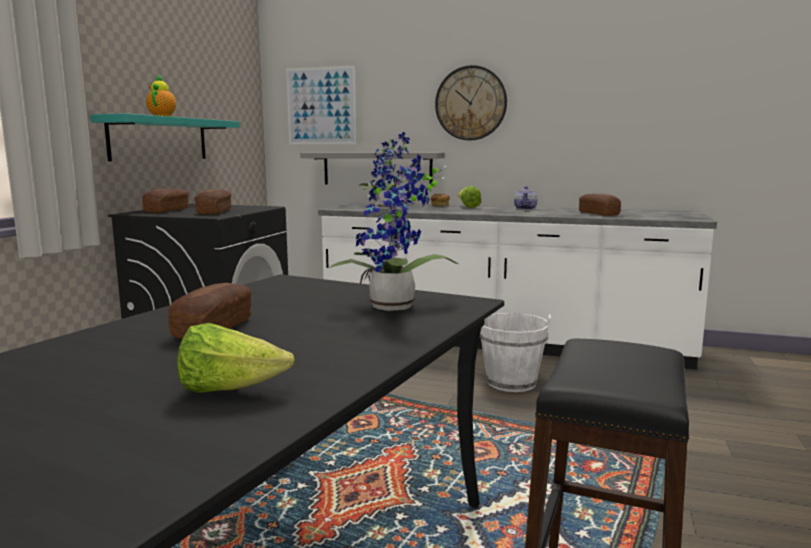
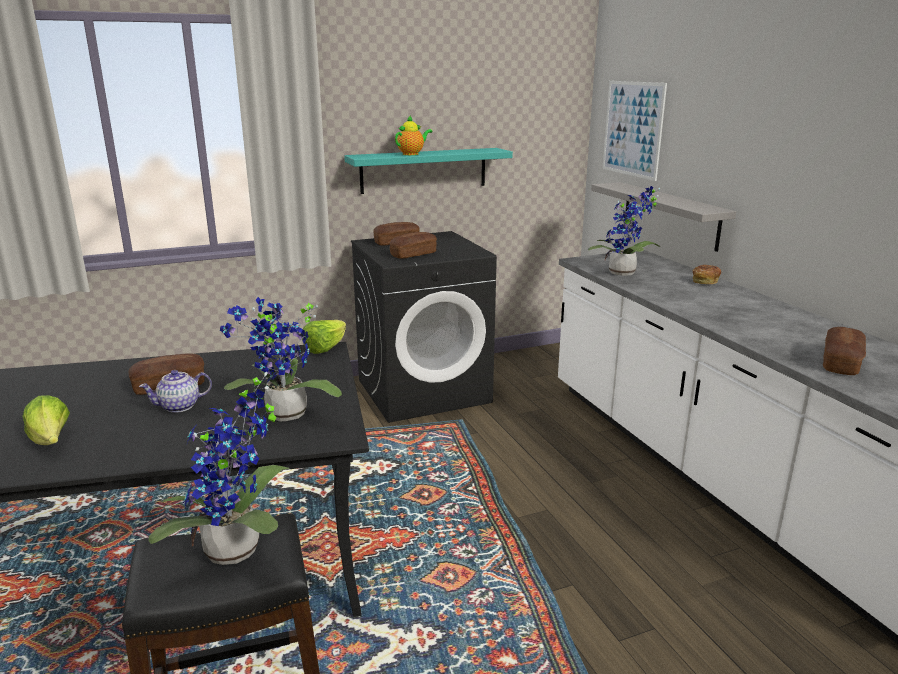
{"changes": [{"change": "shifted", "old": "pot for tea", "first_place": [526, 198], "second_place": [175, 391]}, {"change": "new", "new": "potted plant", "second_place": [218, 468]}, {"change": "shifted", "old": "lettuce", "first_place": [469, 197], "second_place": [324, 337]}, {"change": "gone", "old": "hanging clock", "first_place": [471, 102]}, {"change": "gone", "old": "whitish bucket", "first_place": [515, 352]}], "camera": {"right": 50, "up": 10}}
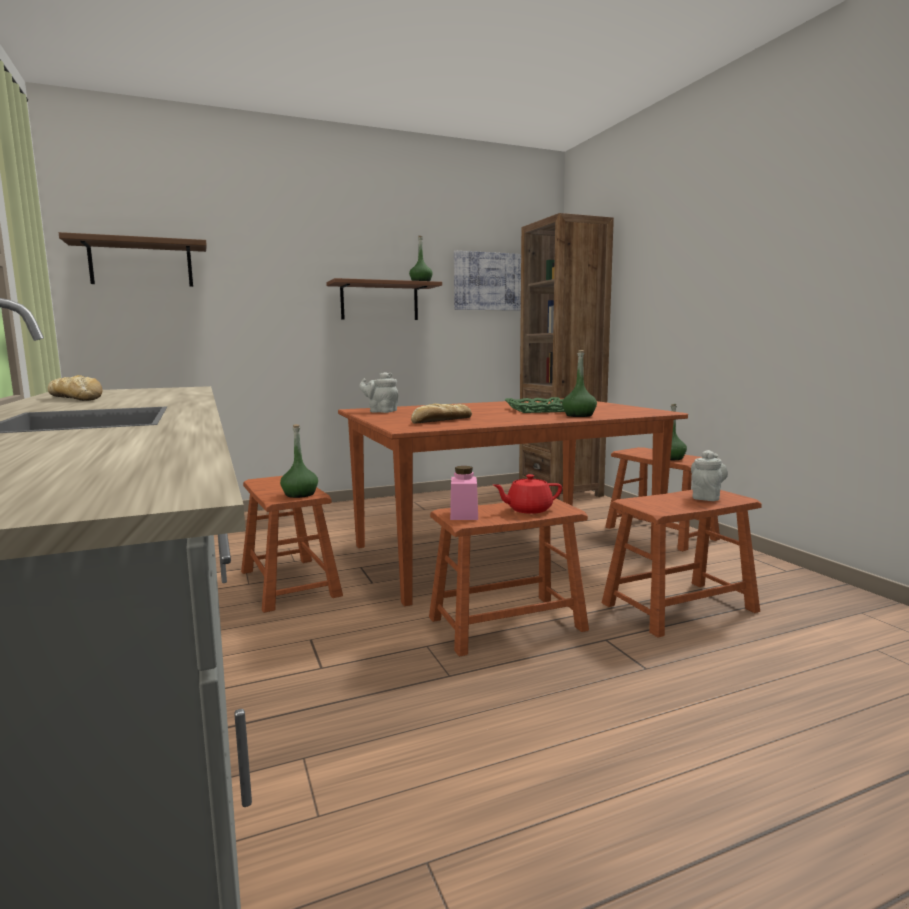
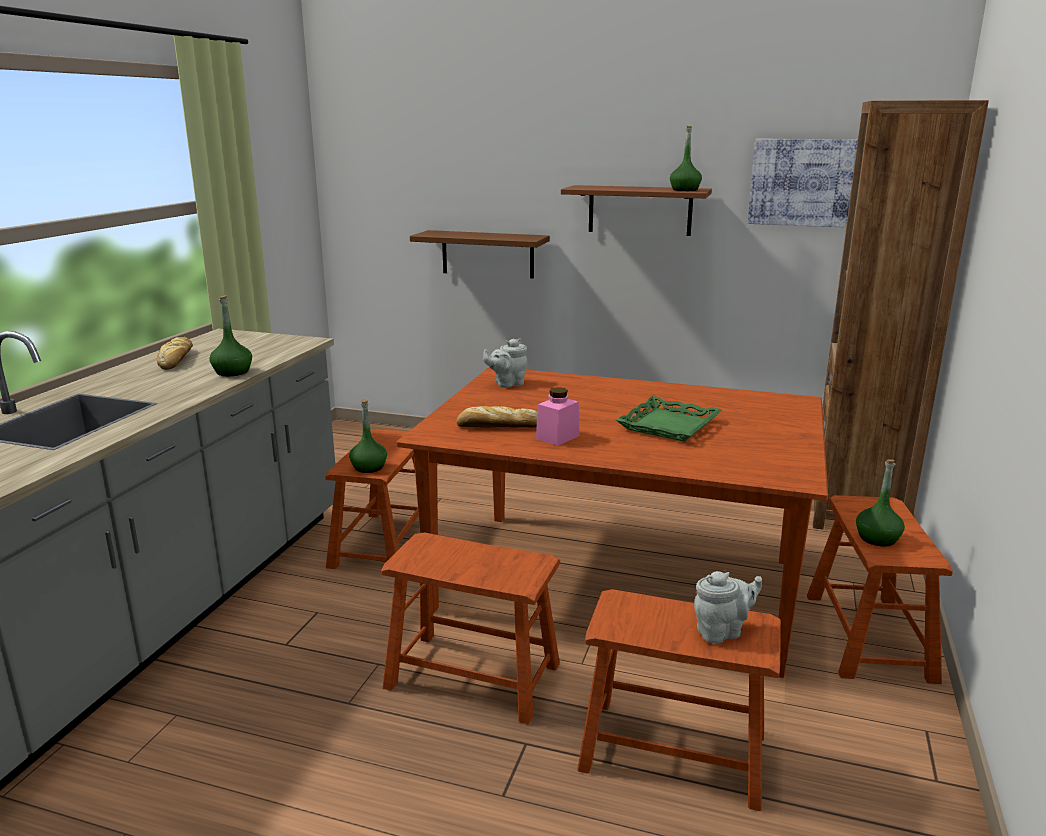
{"changes": [{"change": "shifted", "old": "green drink bottle", "first_place": [579, 383], "second_place": [230, 335]}, {"change": "shifted", "old": "brown-coloured wall shelf", "first_place": [133, 259], "second_place": [480, 254]}, {"change": "rotated", "old": "greyish pot for tea", "first_place": [378, 392], "second_place": [505, 363], "degrees": -90}, {"change": "shifted", "old": "pink-coloured preserve jar", "first_place": [464, 493], "second_place": [558, 416]}, {"change": "gone", "old": "red pot for tea", "first_place": [527, 494]}], "camera": {"right": 40, "up": 10}}
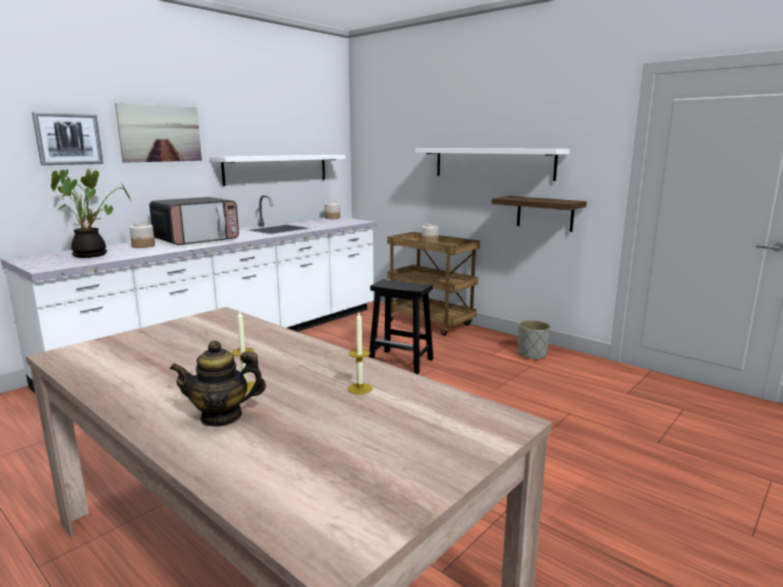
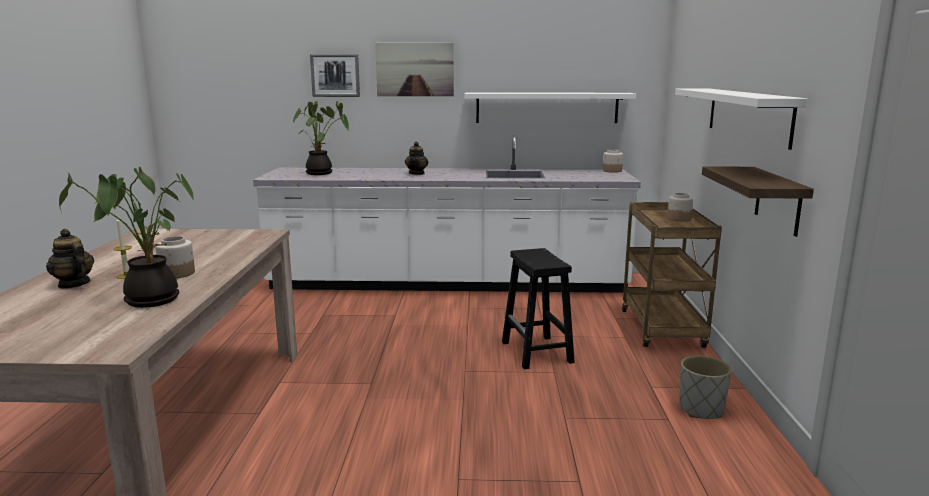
{"changes": [{"change": "swapped", "old": "wax light", "new": "potted plant", "first_place": [360, 353], "second_place": [126, 237]}, {"change": "shifted", "old": "preserve jar", "first_place": [142, 235], "second_place": [175, 257]}, {"change": "swapped", "old": "microwave", "new": "pot for tea", "first_place": [194, 221], "second_place": [416, 158]}], "camera": {"right": 50, "up": 0}}
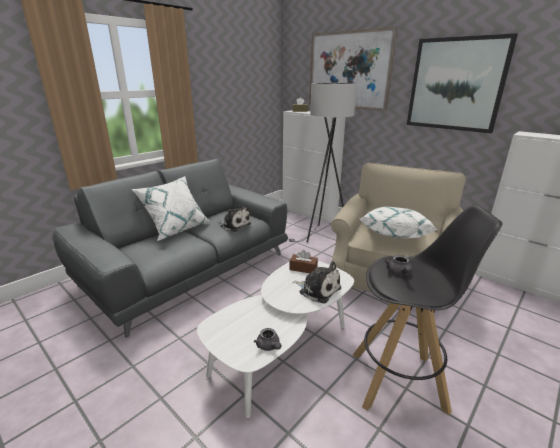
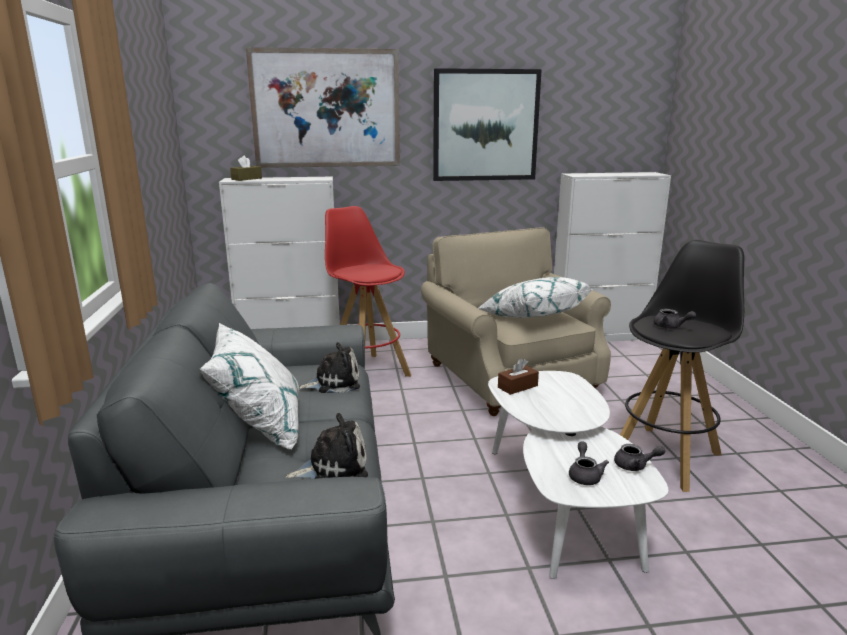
{"changes": [{"change": "shifted", "old": "cuddly toy", "first_place": [317, 282], "second_place": [327, 446]}, {"change": "swapped", "old": "greyish standard lamp", "new": "red sitting stool", "first_place": [323, 162], "second_place": [368, 291]}, {"change": "new", "new": "greyish pot for tea", "second_place": [589, 463]}], "camera": {"right": -50, "up": -5}}
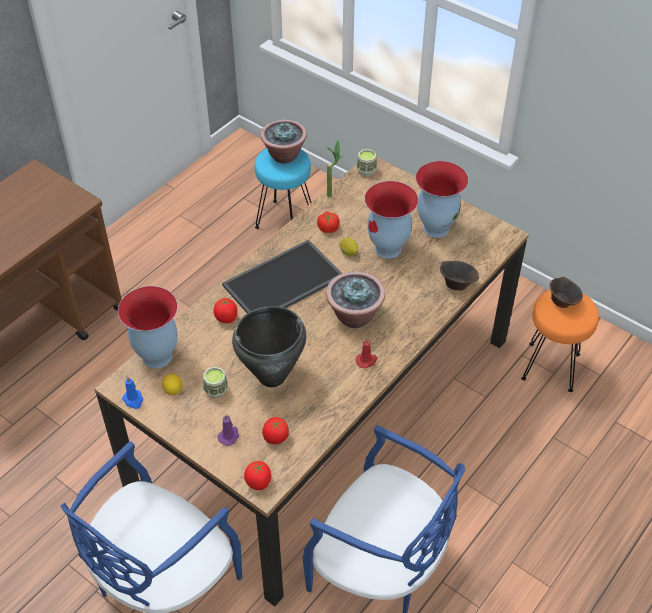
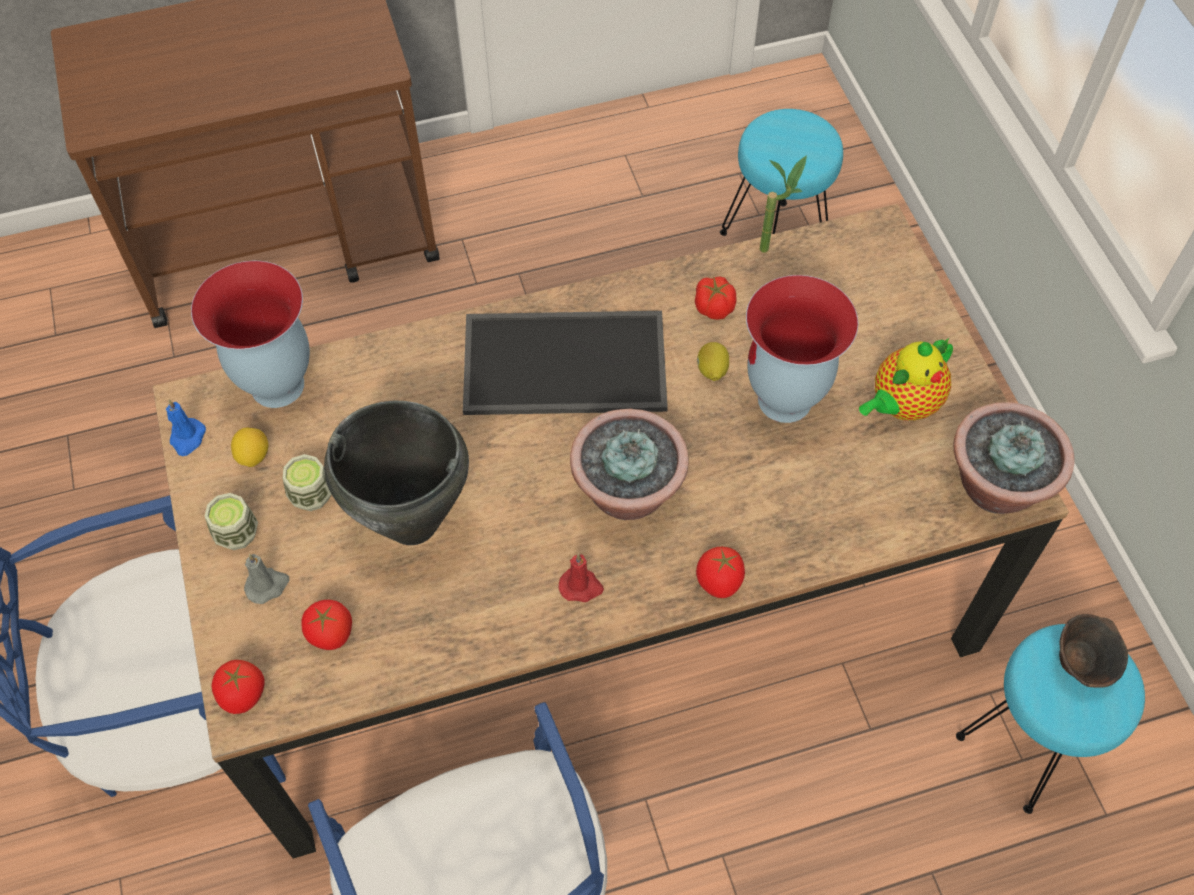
{"changes": [{"change": "shifted", "old": "drinking cup", "first_place": [367, 162], "second_place": [231, 521]}, {"change": "repainted", "old": "purplish wax light", "new": "greyish wax light", "first_place": [228, 430], "second_place": [266, 579]}, {"change": "shifted", "old": "fresh tomato", "first_place": [225, 310], "second_place": [720, 572]}, {"change": "swapped", "old": "flower vase", "new": "pot for tea", "first_place": [442, 199], "second_place": [906, 379]}, {"change": "shifted", "old": "potted plant", "first_place": [283, 142], "second_place": [1014, 458]}, {"change": "repainted", "old": "orangey sitting stool", "new": "turquoise sitting stool", "first_place": [560, 341], "second_place": [1050, 719]}, {"change": "gone", "old": "brown-coloured deep dish", "first_place": [459, 276]}], "camera": {"right": 35, "up": 10}}
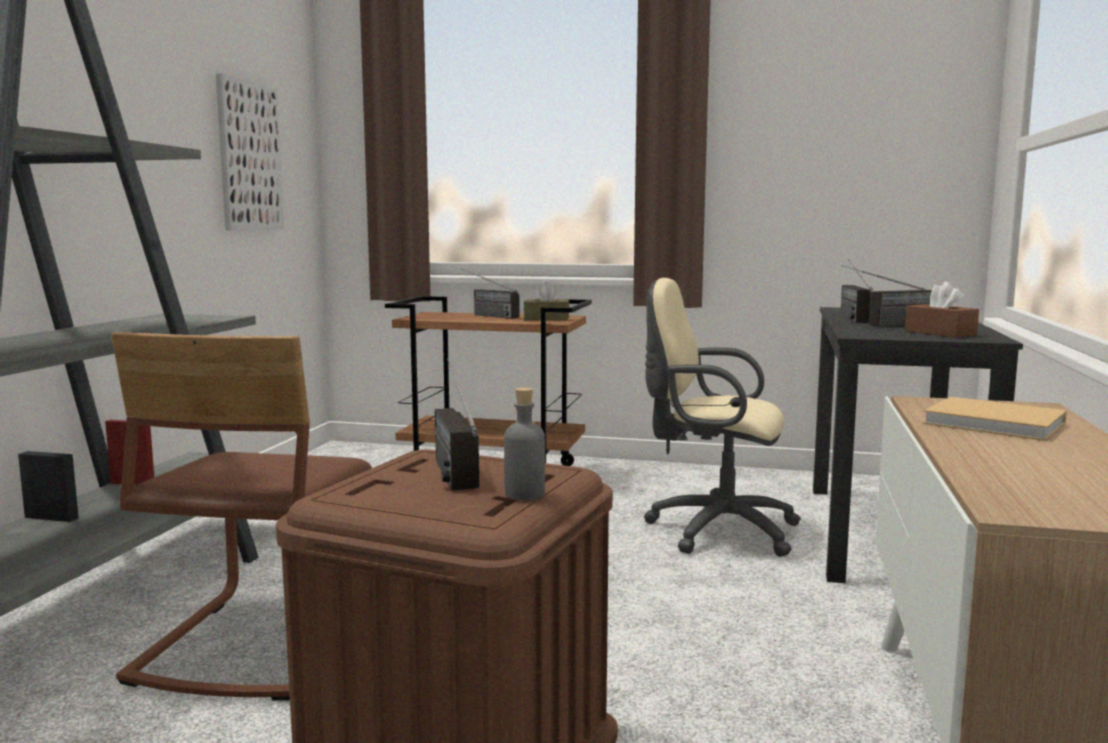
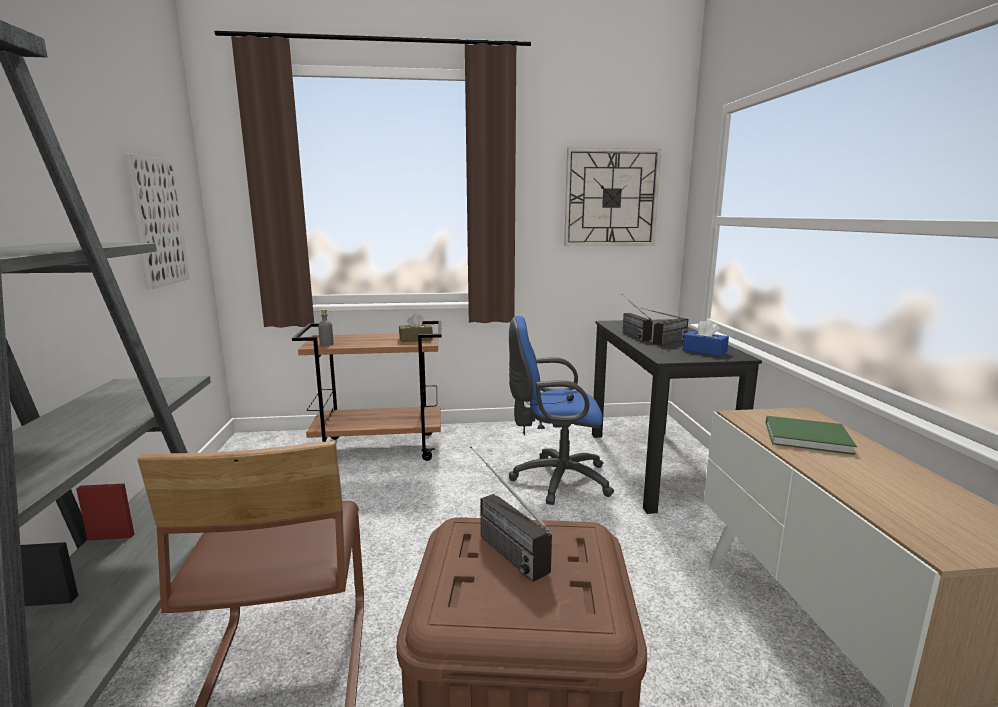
{"changes": [{"change": "shifted", "old": "greyish drink bottle", "first_place": [524, 443], "second_place": [326, 327]}, {"change": "repainted", "old": "sand-coloured desk chair", "new": "blue-coloured desk chair", "first_place": [722, 417], "second_place": [561, 410]}, {"change": "new", "new": "hanging clock", "second_place": [612, 197]}, {"change": "repainted", "old": "brown-coloured box of tissues", "new": "blue-coloured box of tissues", "first_place": [942, 310], "second_place": [706, 337]}, {"change": "repainted", "old": "sand-coloured book", "new": "green book", "first_place": [995, 419], "second_place": [811, 435]}, {"change": "gone", "old": "radio", "first_place": [491, 294]}], "camera": {"right": -20, "up": 5}}
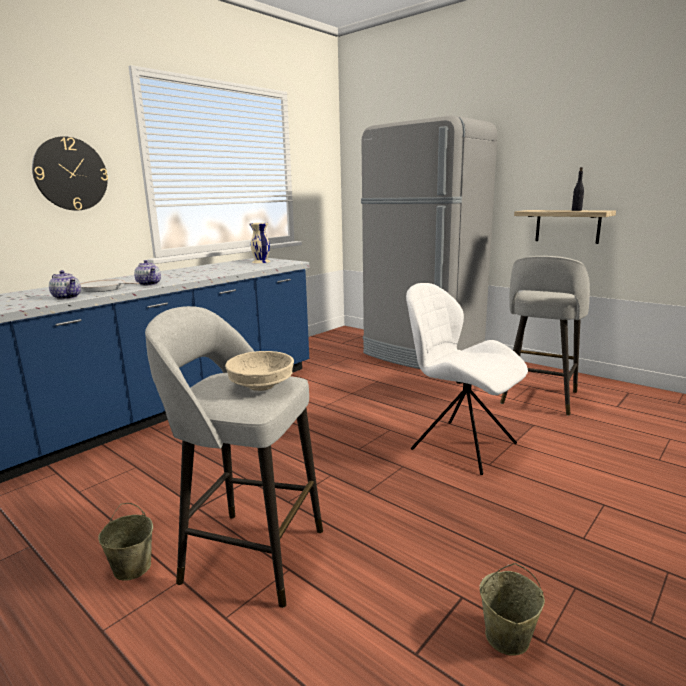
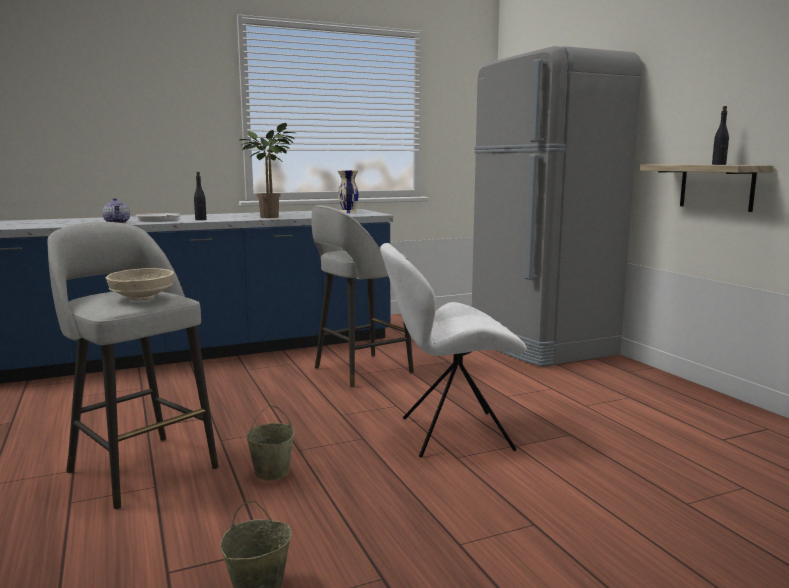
{"changes": [{"change": "swapped", "old": "pot for tea", "new": "black-coloured drink bottle", "first_place": [147, 273], "second_place": [200, 196]}, {"change": "new", "new": "potted plant", "second_place": [267, 170]}, {"change": "shifted", "old": "sand-coloured bucket", "first_place": [125, 542], "second_place": [270, 442]}, {"change": "shifted", "old": "greyish sitting stool", "first_place": [545, 336], "second_place": [362, 296]}, {"change": "rotated", "old": "whitish upright chair", "first_place": [467, 379], "second_place": [453, 350], "degrees": -75}, {"change": "gone", "old": "hanging clock", "first_place": [70, 173]}], "camera": {"right": 25, "up": -5}}
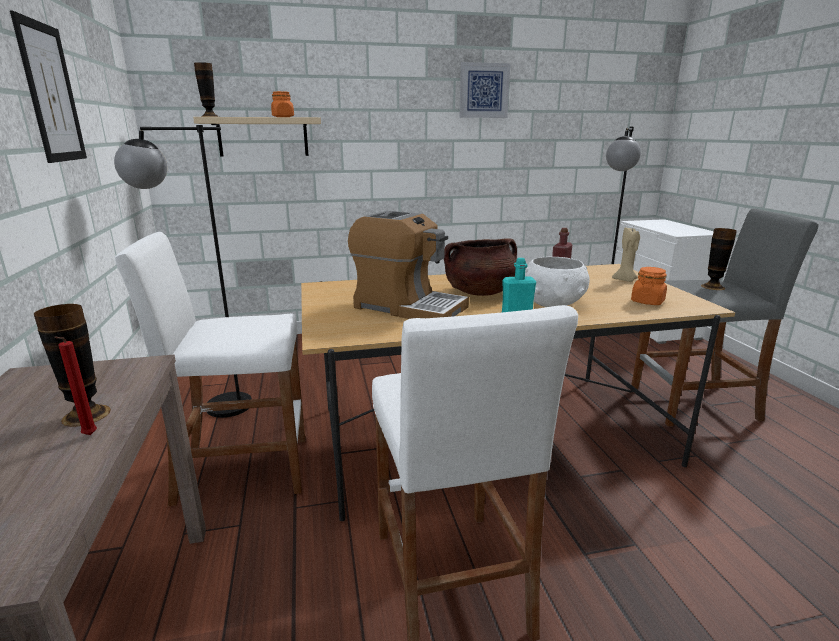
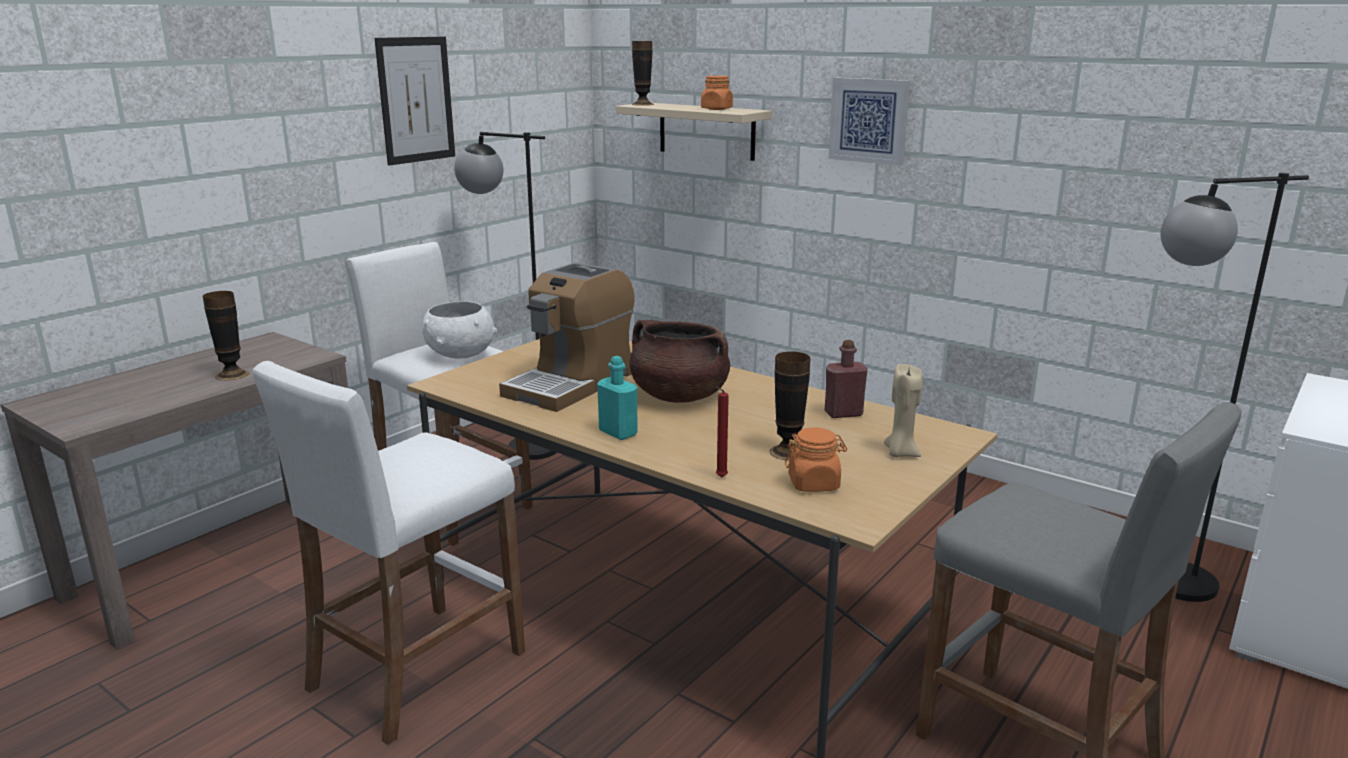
{"changes": [{"change": "shifted", "old": "whitish deep dish", "first_place": [557, 282], "second_place": [459, 329]}, {"change": "rotated", "old": "coffee maker", "first_place": [408, 265], "second_place": [567, 337], "degrees": 45}, {"change": "shifted", "old": "red wax light", "first_place": [75, 385], "second_place": [722, 432]}, {"change": "shifted", "old": "flower vase", "first_place": [719, 259], "second_place": [789, 406]}, {"change": "shifted", "old": "picture", "first_place": [484, 90], "second_place": [869, 121]}], "camera": {"right": 50, "up": 0}}
